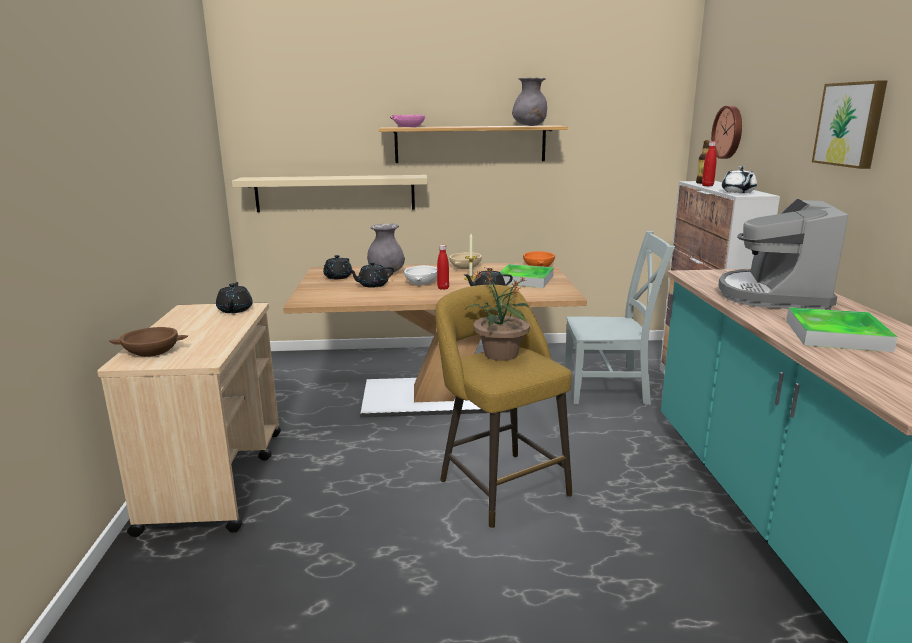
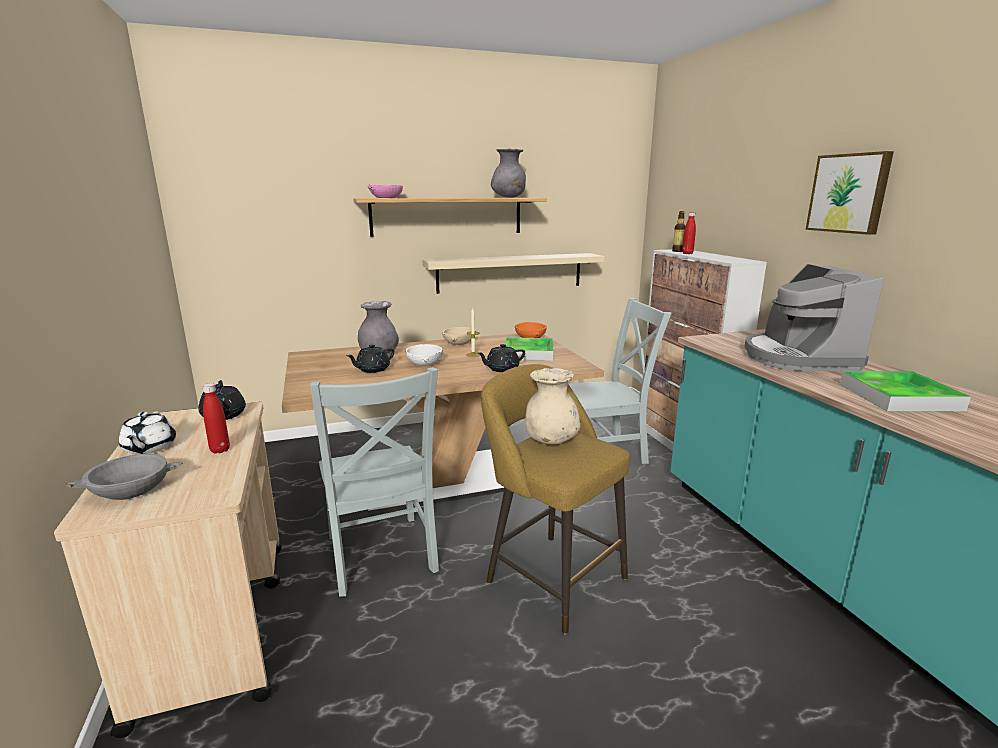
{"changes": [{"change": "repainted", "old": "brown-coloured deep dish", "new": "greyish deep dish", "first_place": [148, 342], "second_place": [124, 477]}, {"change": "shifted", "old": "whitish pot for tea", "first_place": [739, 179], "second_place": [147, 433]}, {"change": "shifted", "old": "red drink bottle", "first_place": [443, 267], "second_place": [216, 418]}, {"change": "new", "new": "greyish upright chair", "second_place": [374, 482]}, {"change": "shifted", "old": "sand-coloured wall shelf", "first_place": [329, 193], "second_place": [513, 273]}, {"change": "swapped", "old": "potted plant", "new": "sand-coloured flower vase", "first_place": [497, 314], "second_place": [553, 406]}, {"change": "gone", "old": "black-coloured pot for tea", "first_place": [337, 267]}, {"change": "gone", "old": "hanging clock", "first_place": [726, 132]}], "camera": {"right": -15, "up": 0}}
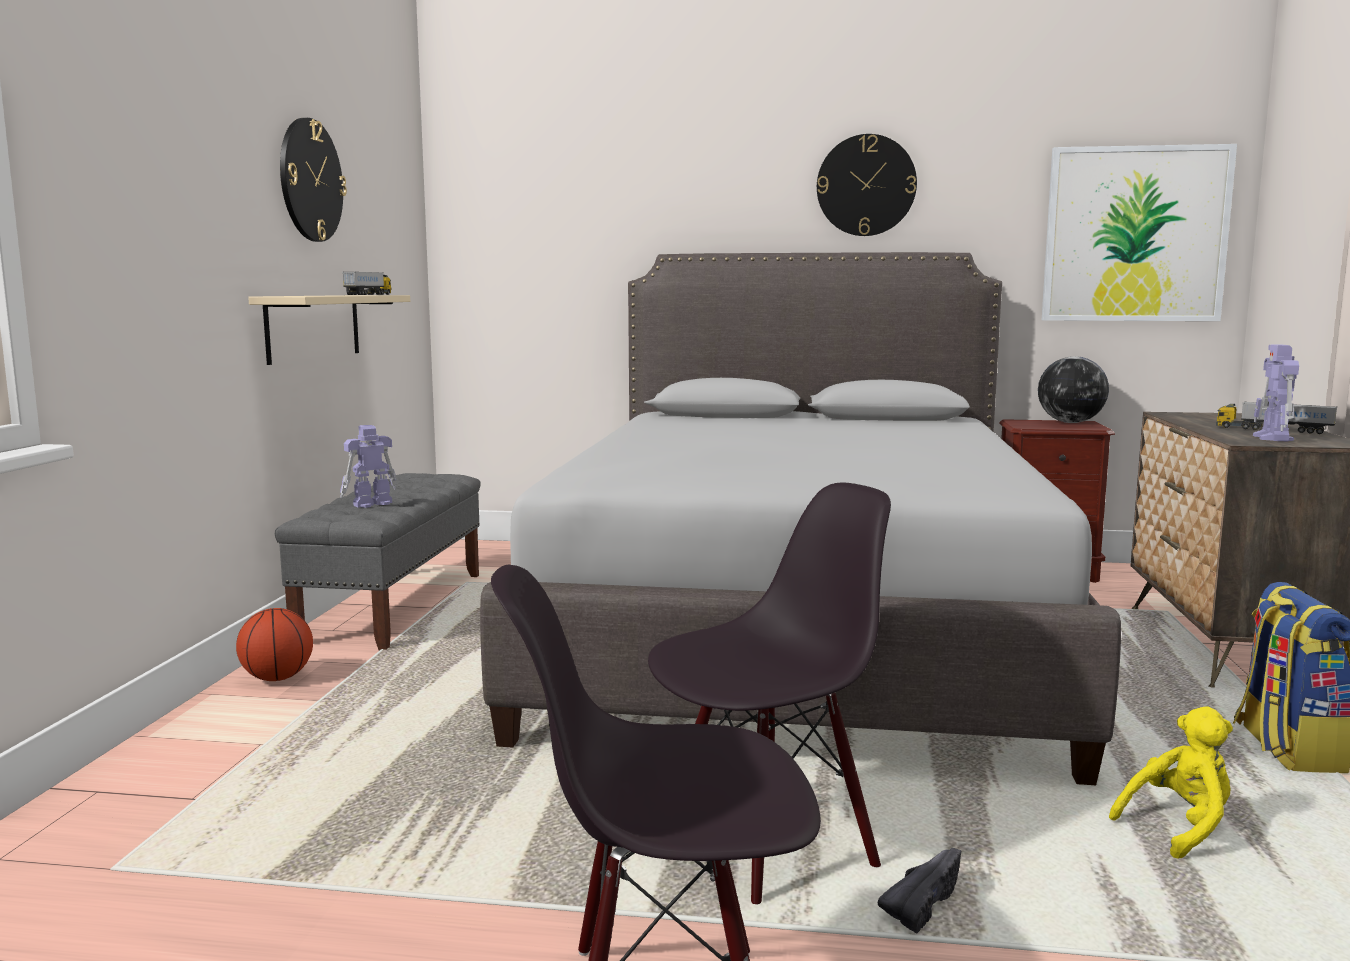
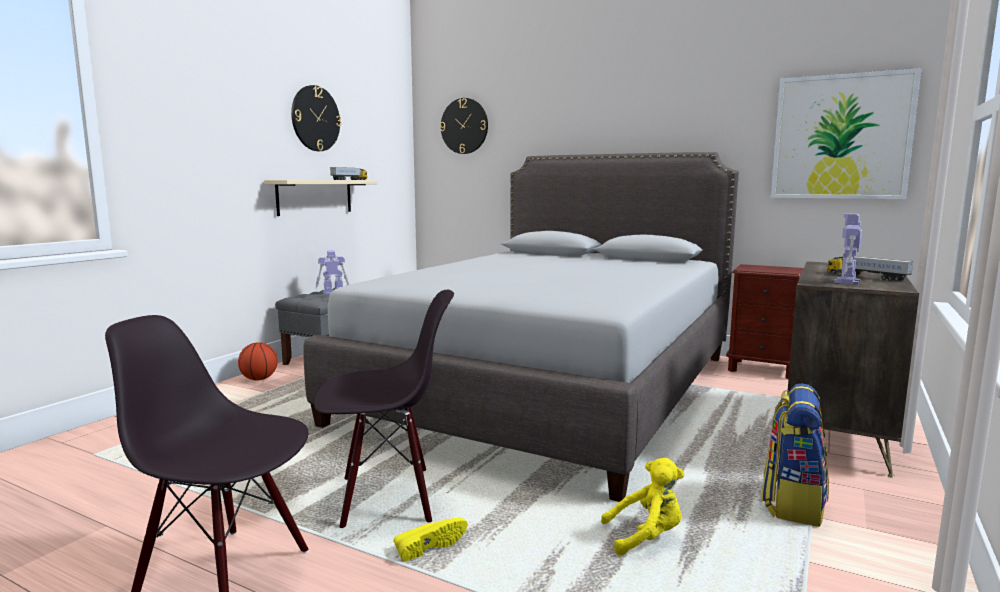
{"changes": [{"change": "repainted", "old": "black-coloured low shoe", "new": "yellow-coloured low shoe", "first_place": [920, 890], "second_place": [431, 540]}, {"change": "shifted", "old": "hanging clock", "first_place": [867, 185], "second_place": [464, 126]}, {"change": "gone", "old": "globe", "first_place": [1073, 389]}], "camera": {"right": 20, "up": 0}}
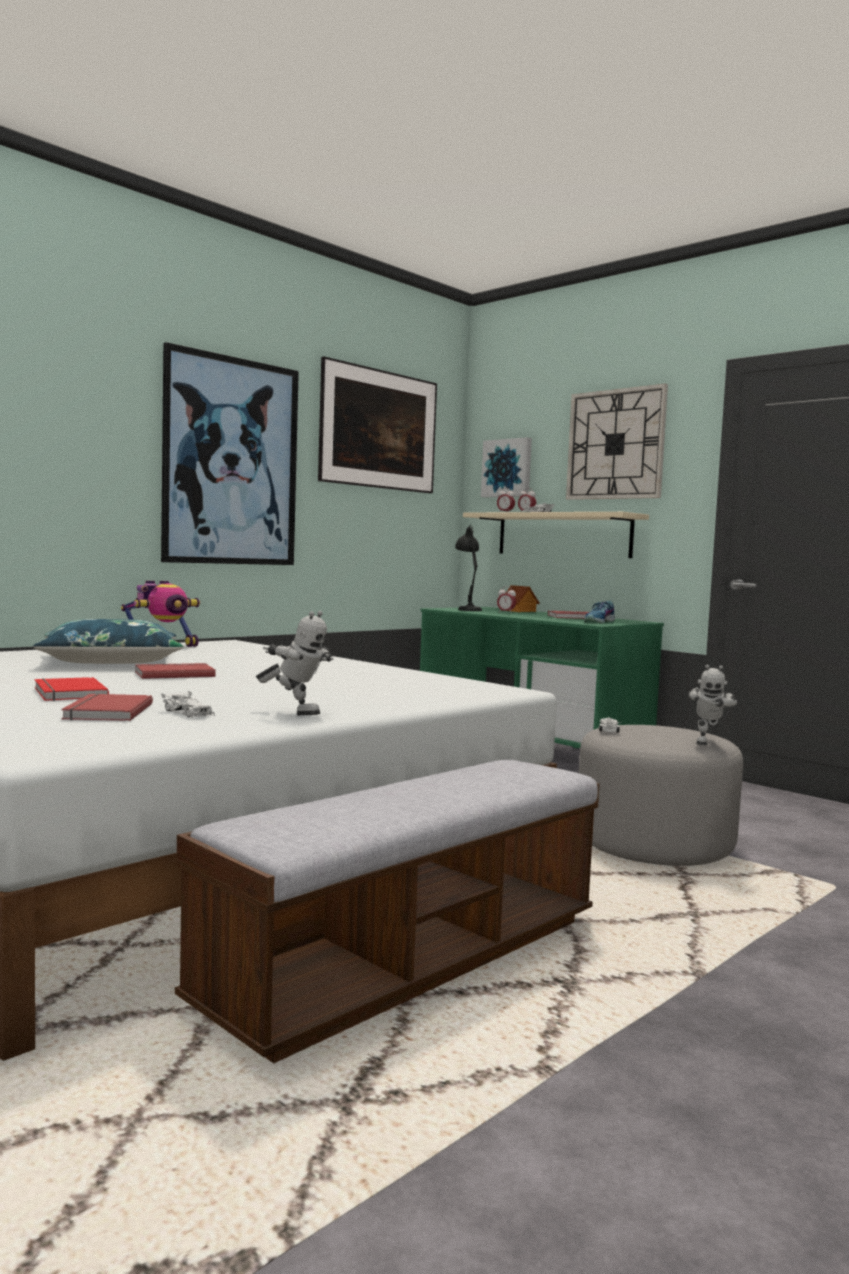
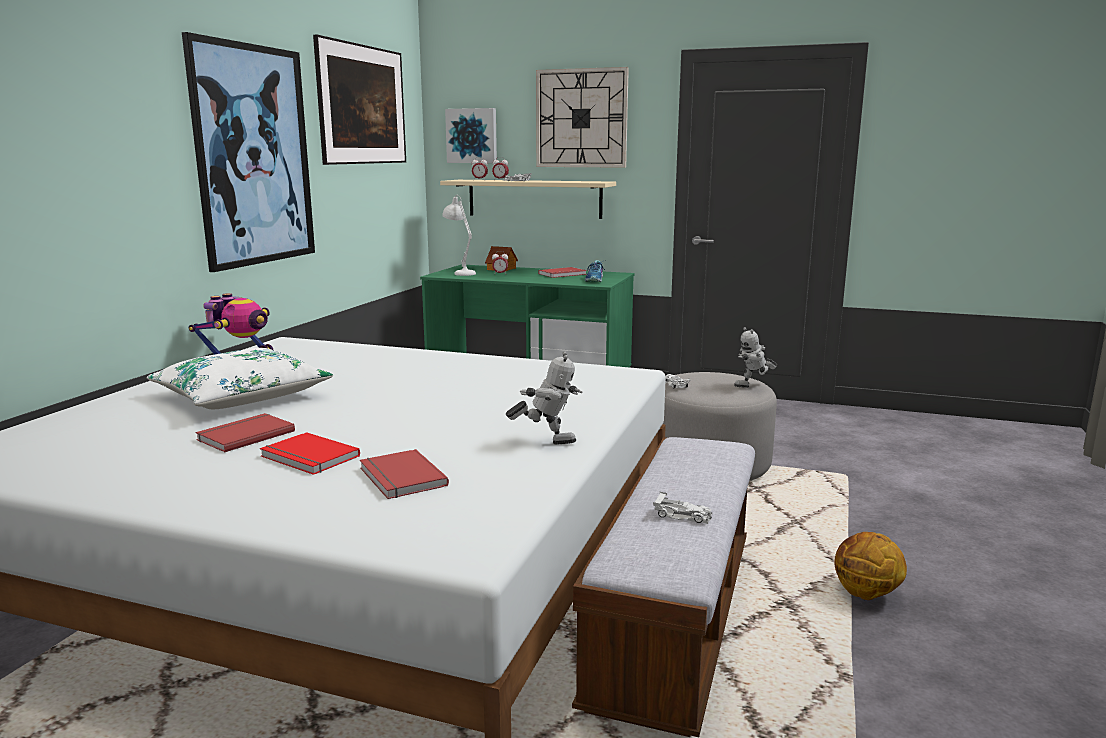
{"changes": [{"change": "repainted", "old": "blue-coloured pillow", "new": "whitish pillow", "first_place": [108, 641], "second_place": [239, 378]}, {"change": "shifted", "old": "red book", "first_place": [175, 671], "second_place": [245, 432]}, {"change": "repainted", "old": "black-coloured table lamp", "new": "whitish table lamp", "first_place": [468, 568], "second_place": [459, 235]}, {"change": "shifted", "old": "whitish miniature car", "first_place": [188, 704], "second_place": [682, 508]}, {"change": "rotated", "old": "toy robot", "first_place": [712, 704], "second_place": [755, 357], "degrees": 75}, {"change": "new", "new": "ball for basketball", "second_place": [870, 566]}], "camera": {"right": -25, "up": 10}}
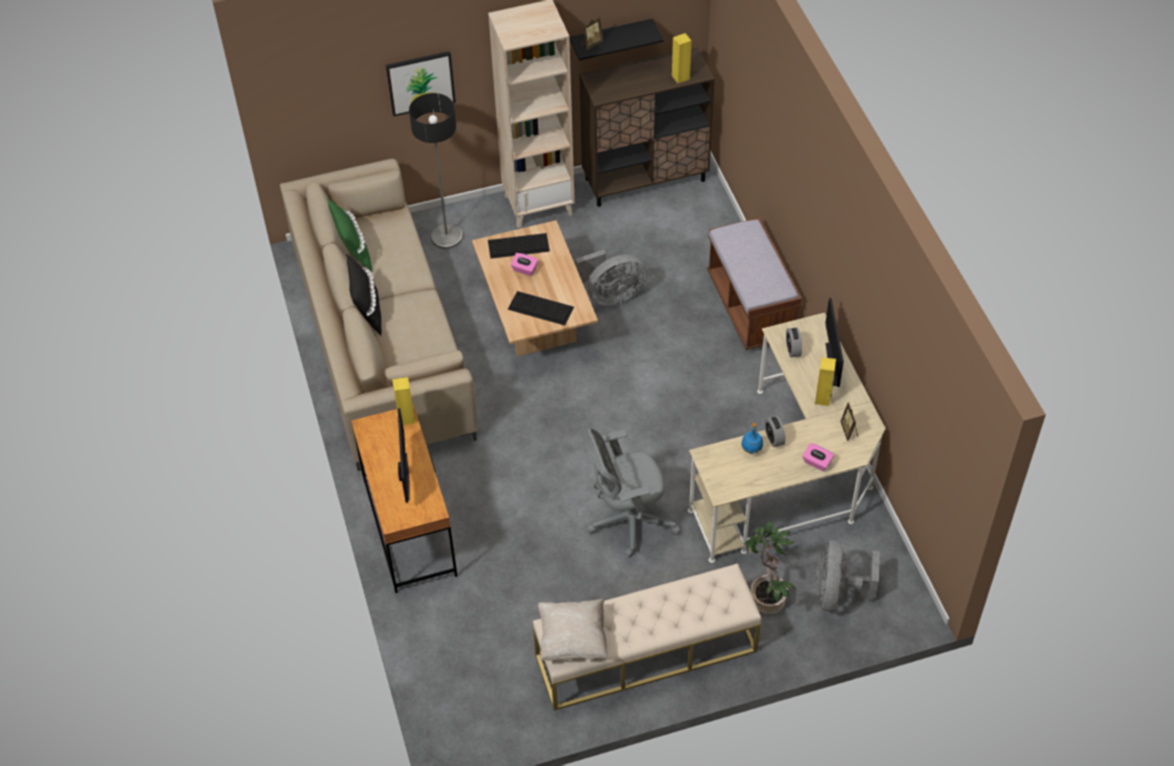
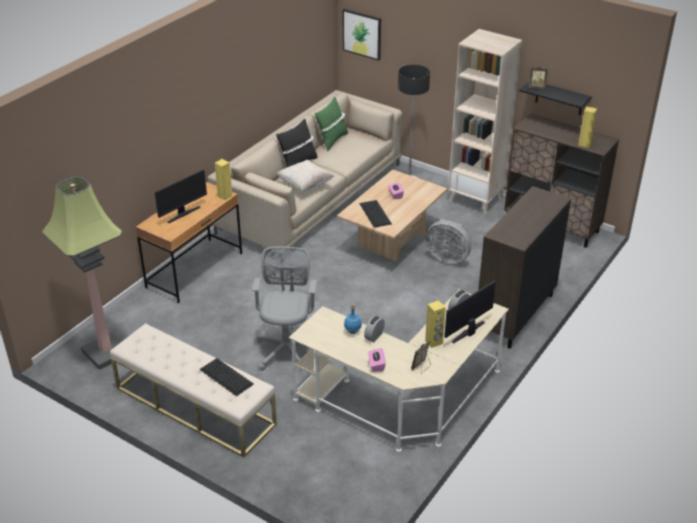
{"changes": [{"change": "new", "new": "standard lamp", "second_place": [82, 273]}, {"change": "shifted", "old": "PC keyboard", "first_place": [519, 246], "second_place": [227, 377]}, {"change": "rotated", "old": "greyish desk chair", "first_place": [634, 493], "second_place": [284, 309], "degrees": 60}, {"change": "shifted", "old": "sand-coloured pillow", "first_place": [573, 630], "second_place": [305, 176]}, {"change": "shifted", "old": "picture", "first_place": [421, 83], "second_place": [362, 35]}, {"change": "swapped", "old": "brown-coloured bench", "new": "brown-coloured cabinet", "first_place": [754, 283], "second_place": [524, 267]}, {"change": "gone", "old": "potted plant", "first_place": [769, 568]}, {"change": "gone", "old": "greyish fan", "first_place": [848, 576]}], "camera": {"right": 50, "up": -15}}
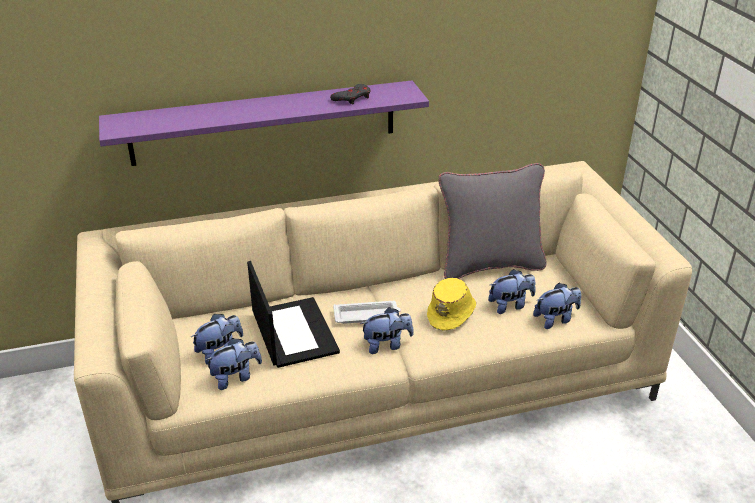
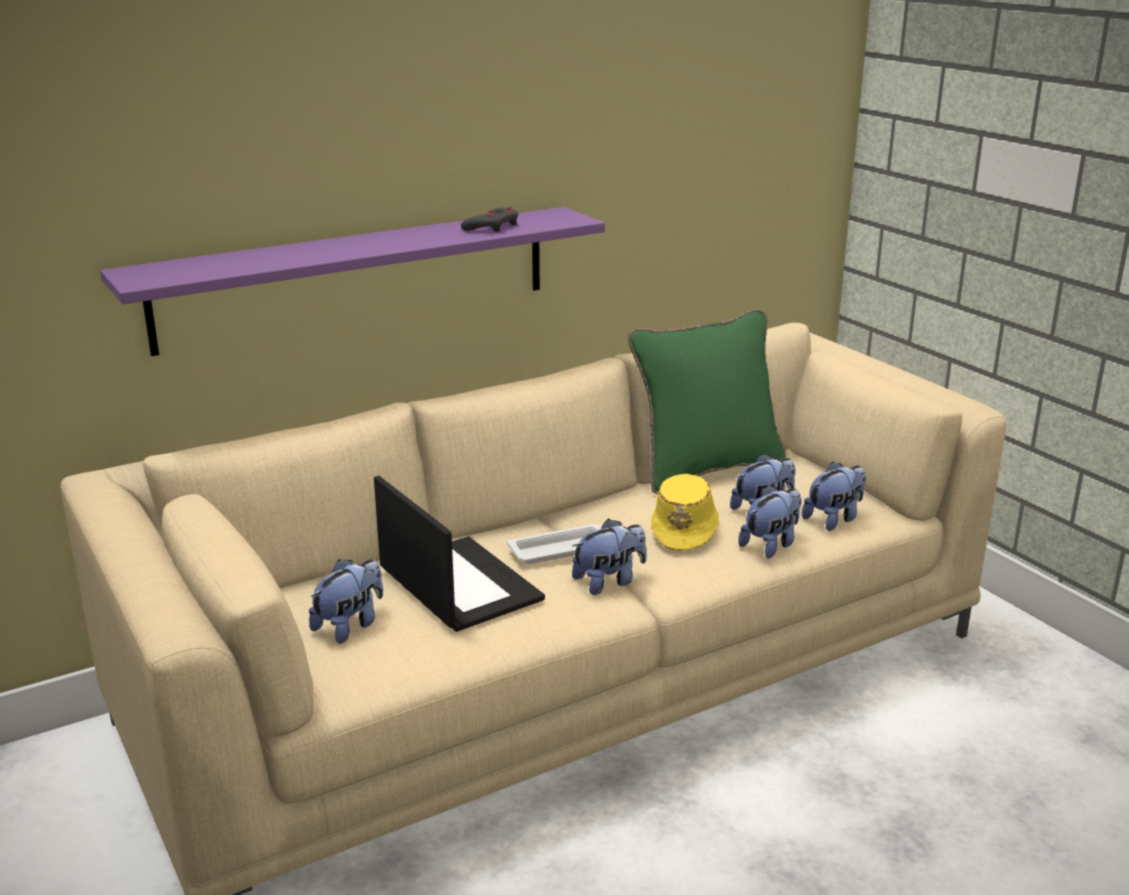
{"changes": [{"change": "repainted", "old": "greyish pillow", "new": "green pillow", "first_place": [492, 221], "second_place": [707, 402]}, {"change": "shifted", "old": "cuddly toy", "first_place": [233, 364], "second_place": [770, 521]}], "camera": {"right": -15, "up": -10}}
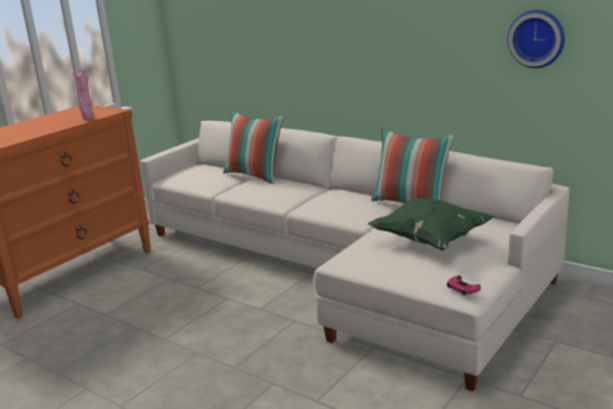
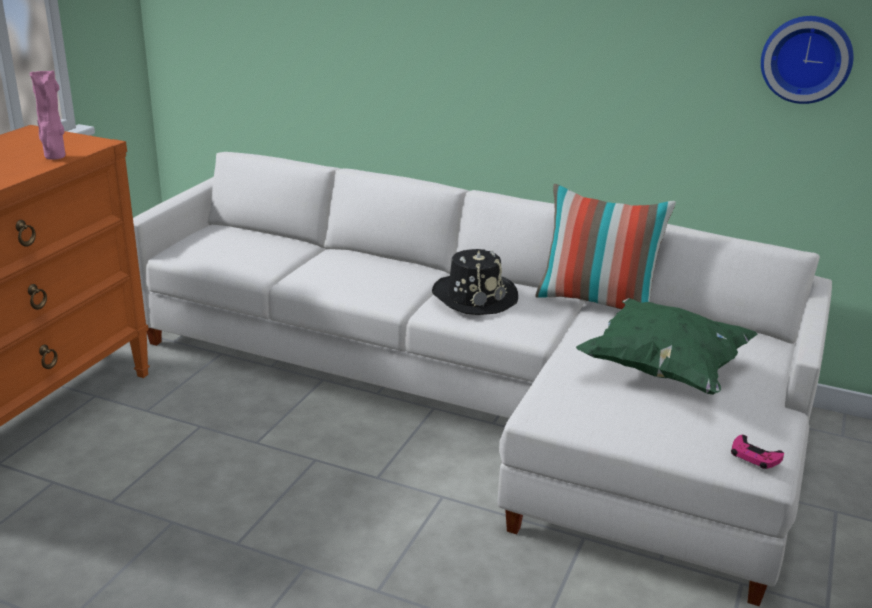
{"changes": [{"change": "new", "new": "black-coloured hat", "second_place": [475, 282]}, {"change": "gone", "old": "pillow", "first_place": [253, 147]}], "camera": {"right": -15, "up": 5}}
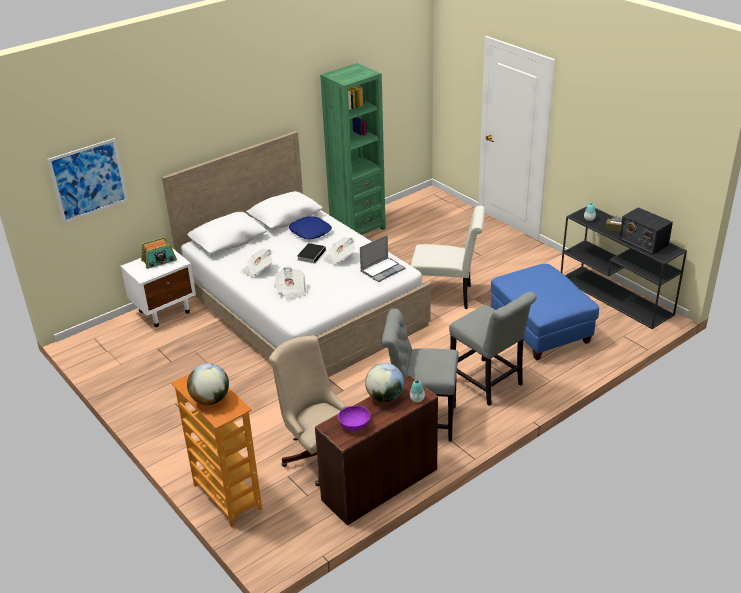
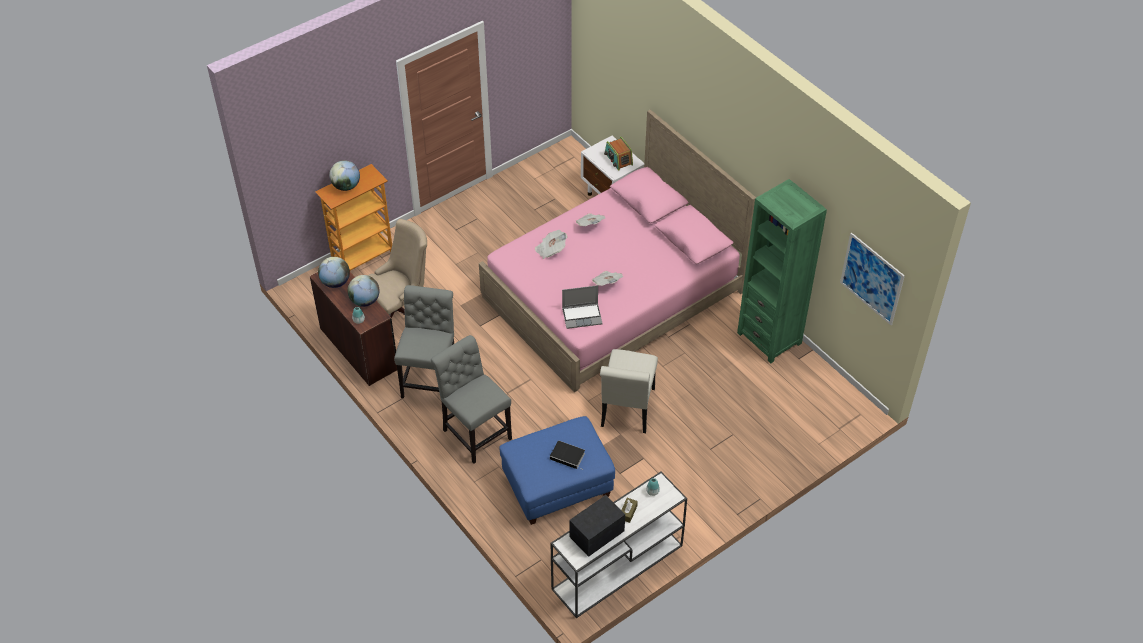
{"changes": [{"change": "swapped", "old": "purplish deep dish", "new": "globe", "first_place": [354, 418], "second_place": [334, 272]}, {"change": "rotated", "old": "greyish upright chair", "first_place": [493, 349], "second_place": [471, 399], "degrees": 90}, {"change": "repainted", "old": "whitish bed", "new": "pink-coloured bed", "first_place": [296, 254], "second_place": [617, 250]}, {"change": "shifted", "old": "book", "first_place": [311, 253], "second_place": [567, 455]}, {"change": "repainted", "old": "black-coloured narrow table", "new": "whitish narrow table", "first_place": [624, 267], "second_place": [619, 545]}, {"change": "rotated", "old": "portable computer", "first_place": [382, 258], "second_place": [582, 307], "degrees": -60}, {"change": "shifted", "old": "picture", "first_place": [87, 180], "second_place": [872, 278]}, {"change": "gone", "old": "blue-coloured pillow", "first_place": [310, 227]}], "camera": {"right": 90, "up": 15}}
